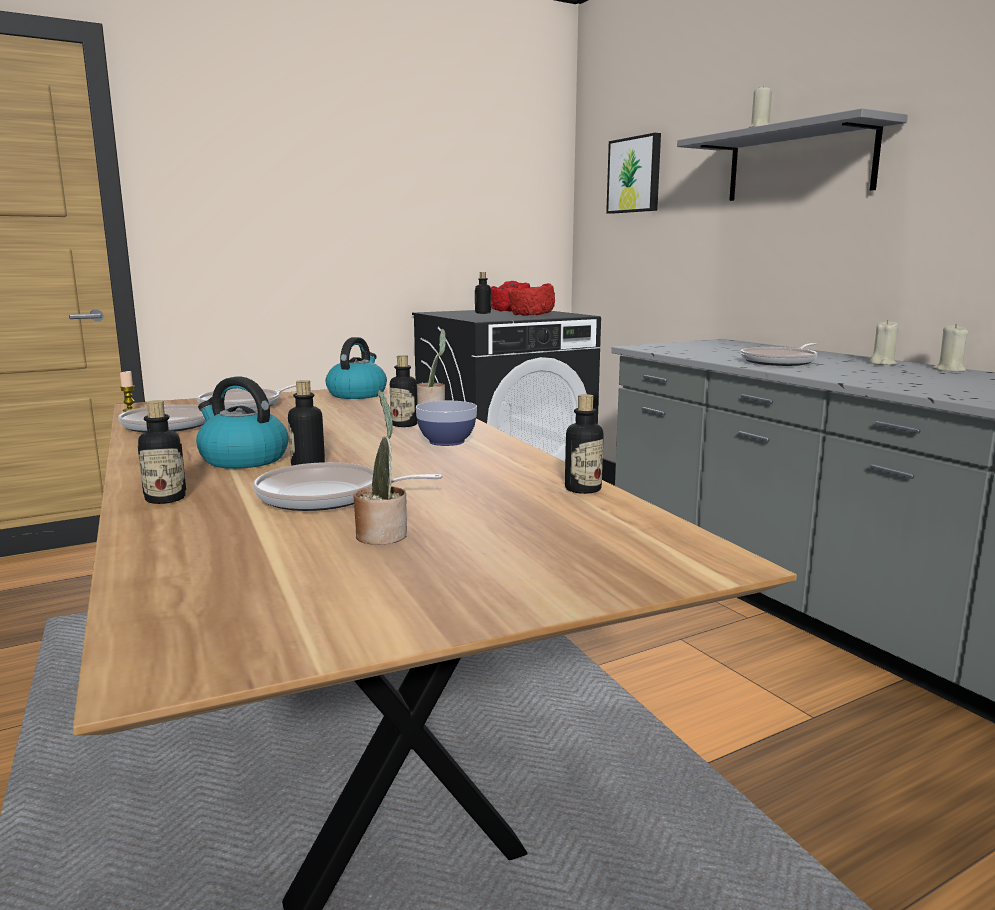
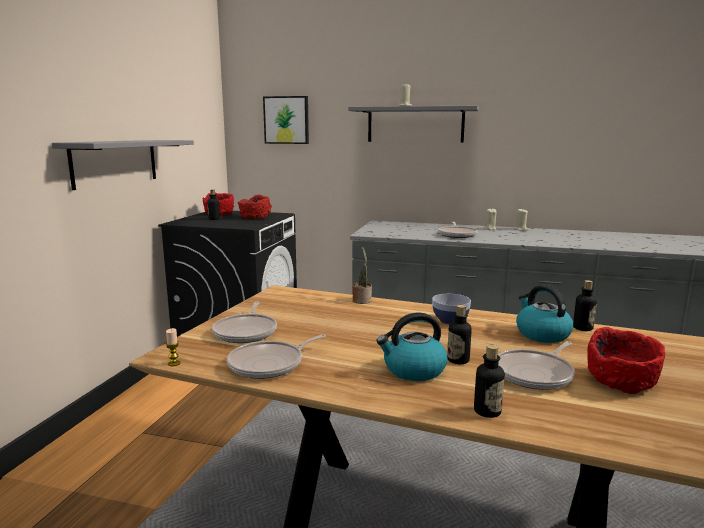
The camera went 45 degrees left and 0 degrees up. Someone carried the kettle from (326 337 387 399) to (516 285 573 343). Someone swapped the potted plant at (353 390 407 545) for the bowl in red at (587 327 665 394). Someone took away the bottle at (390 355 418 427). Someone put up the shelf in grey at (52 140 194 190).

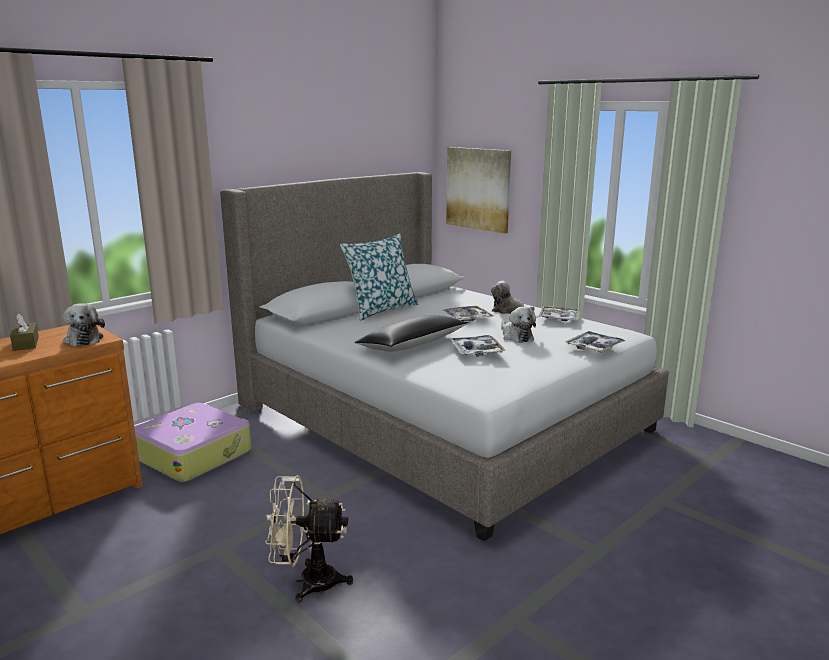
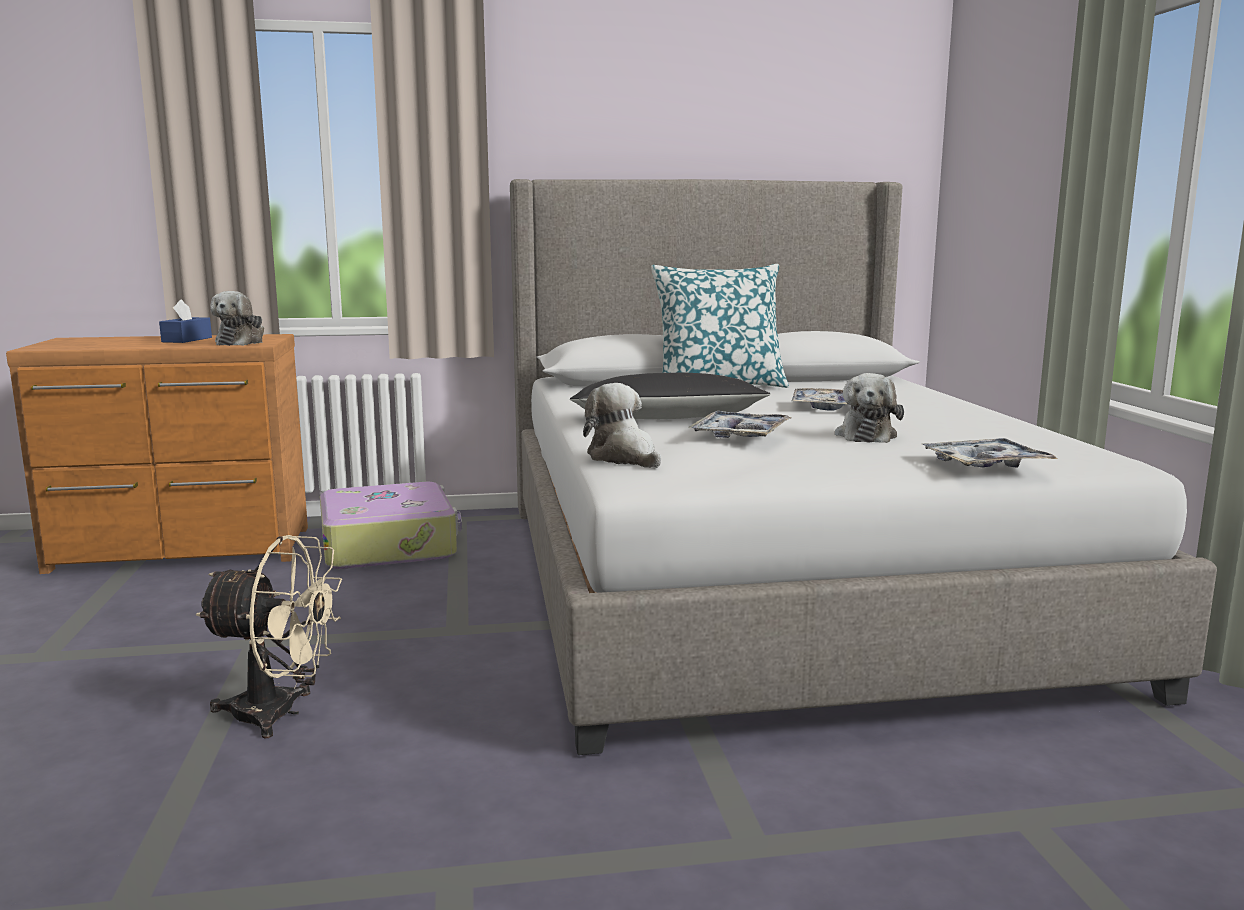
The camera went 35 degrees right and 5 degrees down. Someone repainted the tissue box in brown at (10 314 39 351), which became the tissue box in blue at (159 299 212 343). Someone rotated the fan in beige at (265 475 353 603) by 150 degrees clockwise. Someone took away the picture at (446 147 511 234). Someone carried the plush toy from (491 281 535 314) to (583 383 661 468). Someone took away the tray at (538 306 580 321).

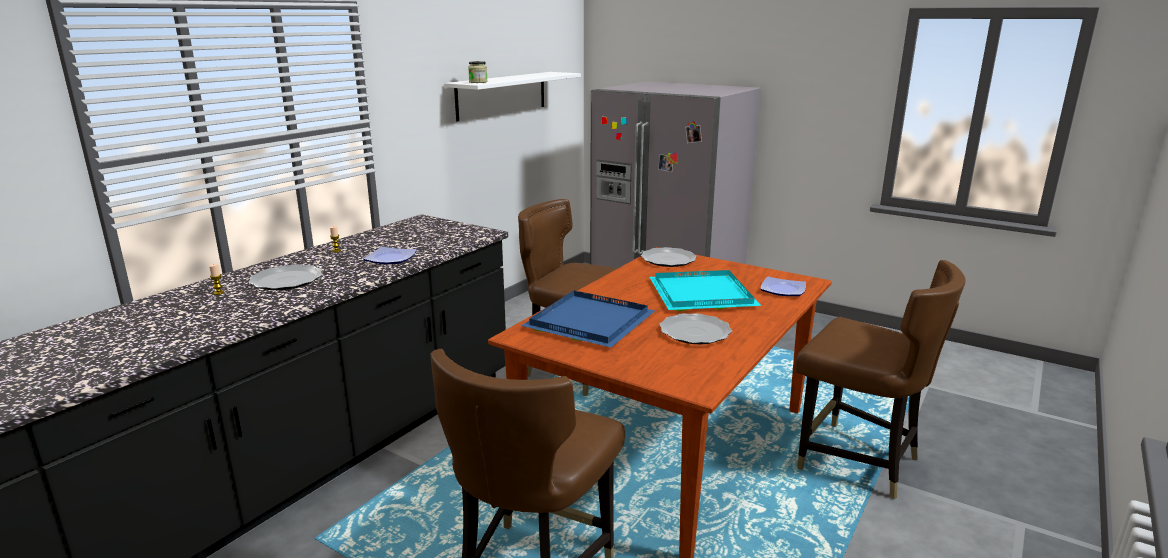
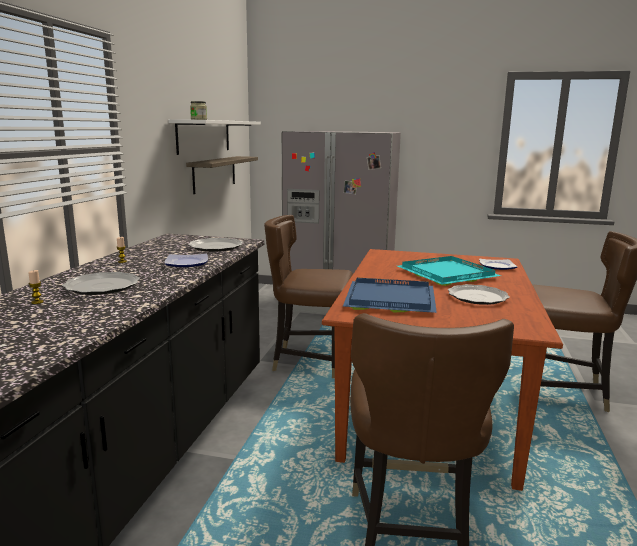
The camera went 20 degrees left and 5 degrees down. Someone carried the plate from (641 247 697 267) to (188 238 243 252). Someone put up the shelf at (186 156 258 194).

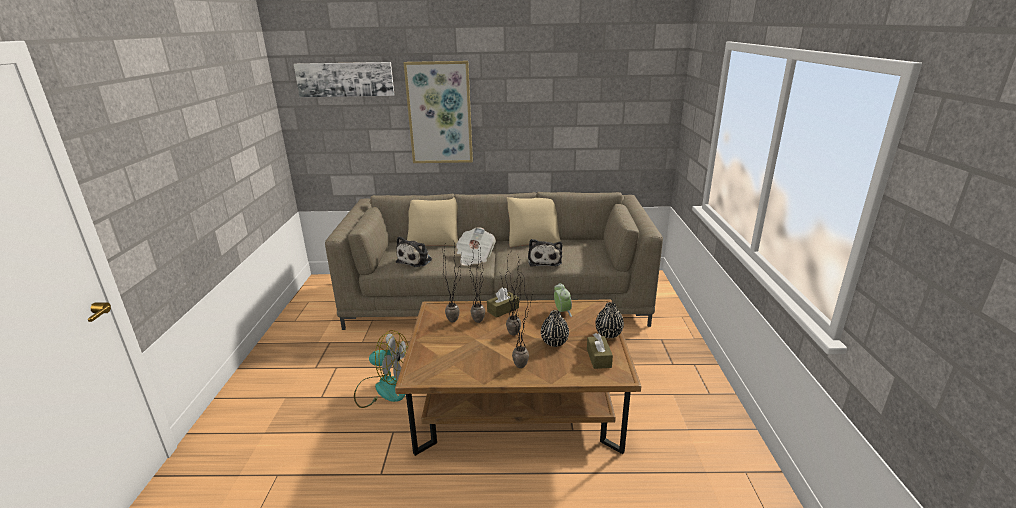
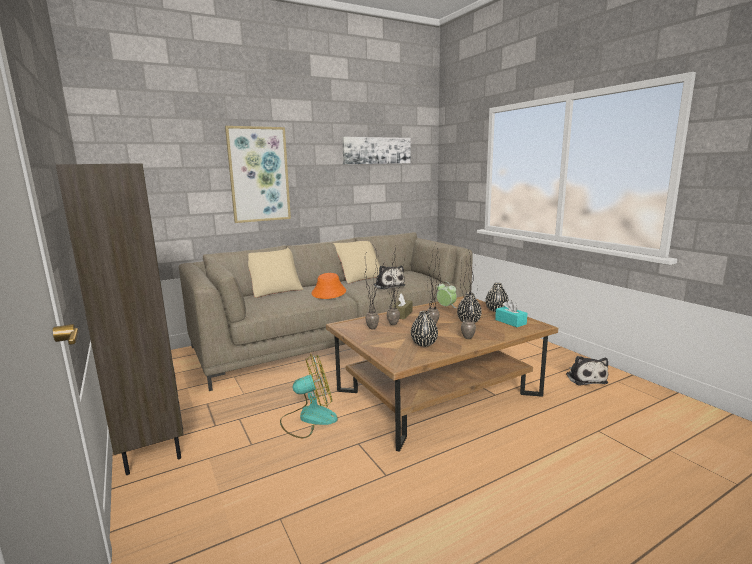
The camera went 30 degrees left and 10 degrees down. Someone carried the picture from (294 62 394 97) to (342 137 411 164). Someone carried the plush toy from (396 236 432 267) to (566 356 608 386). Someone swapped the newspaper at (456 227 496 266) for the hat in orange at (312 273 346 299). Someone repainted the tissue box in brown at (587 333 613 369), which became the tissue box in turquoise at (495 300 527 327). Someone put down the bookcase in brown at (56 163 183 475). Someone put down the vase in black at (411 311 438 347).

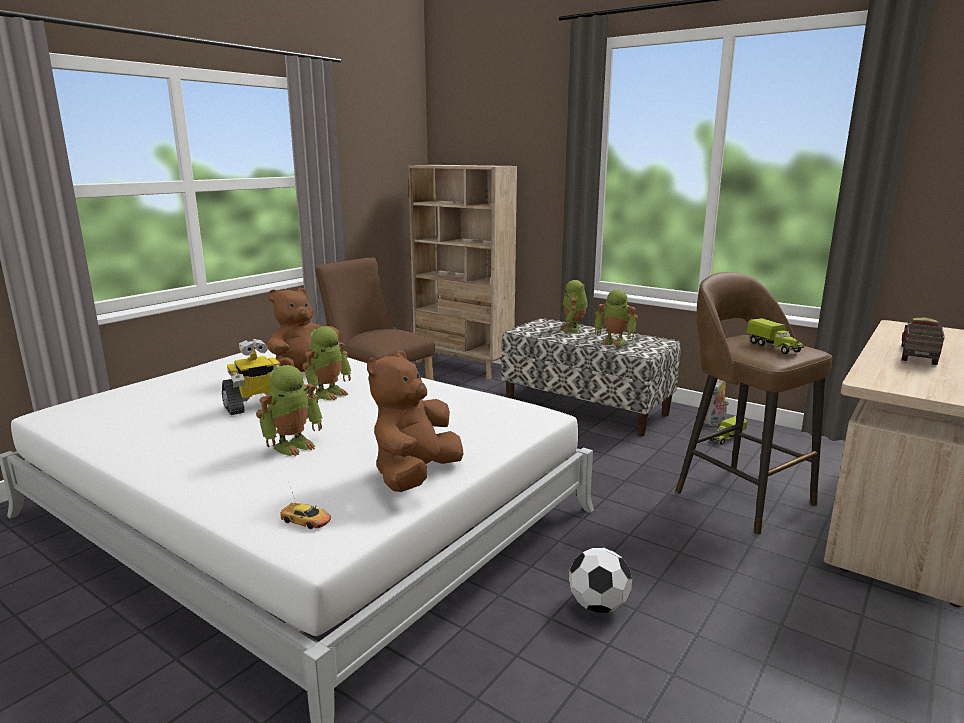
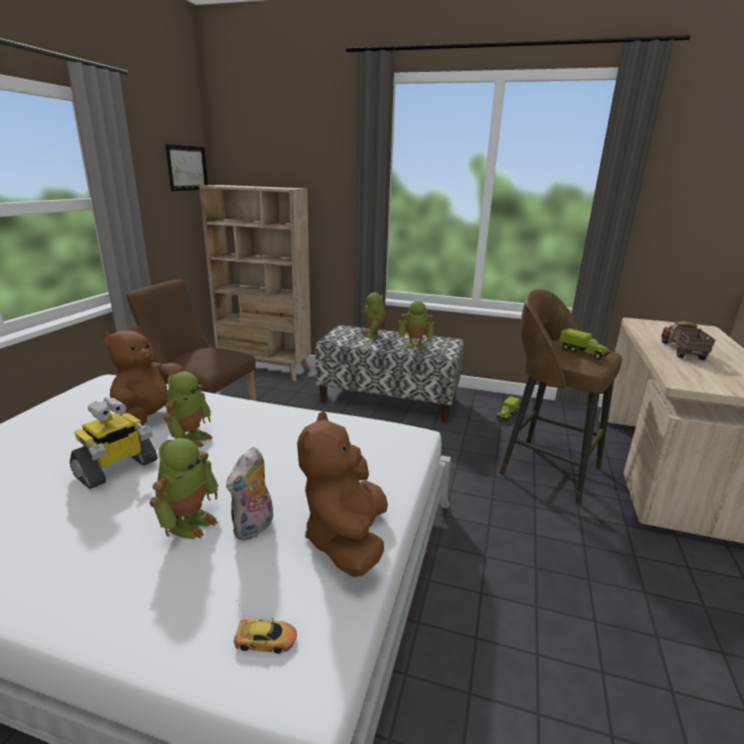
The camera went 20 degrees left and 5 degrees up. Someone took away the football at (569 548 632 613). Someone carried the plush toy from (704 379 729 426) to (226 447 273 541). Someone put up the picture at (165 144 208 191).

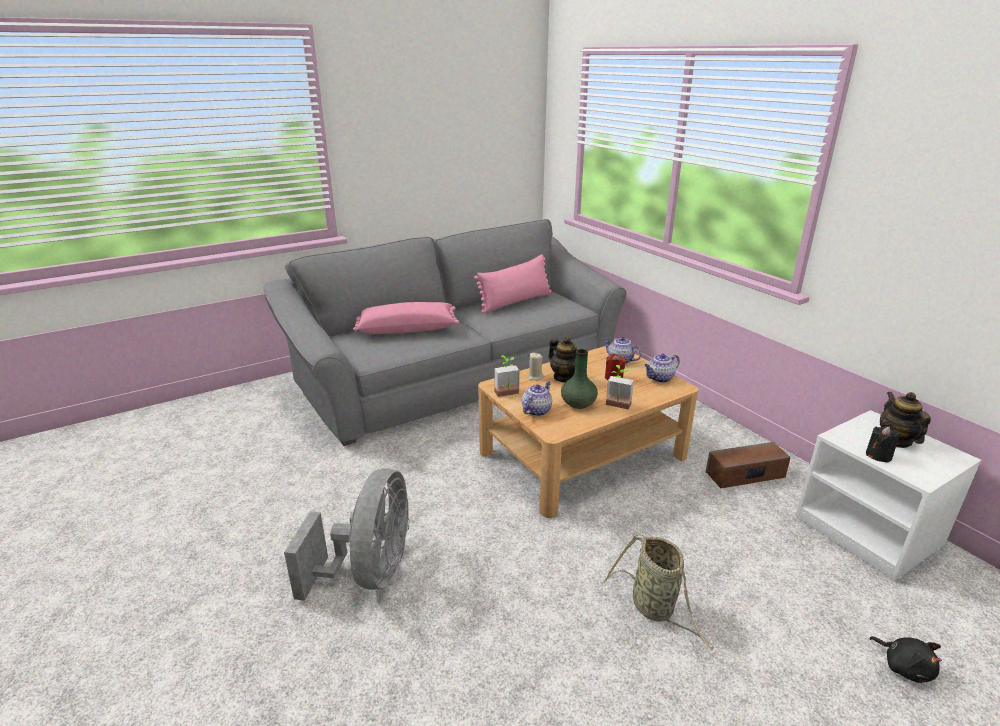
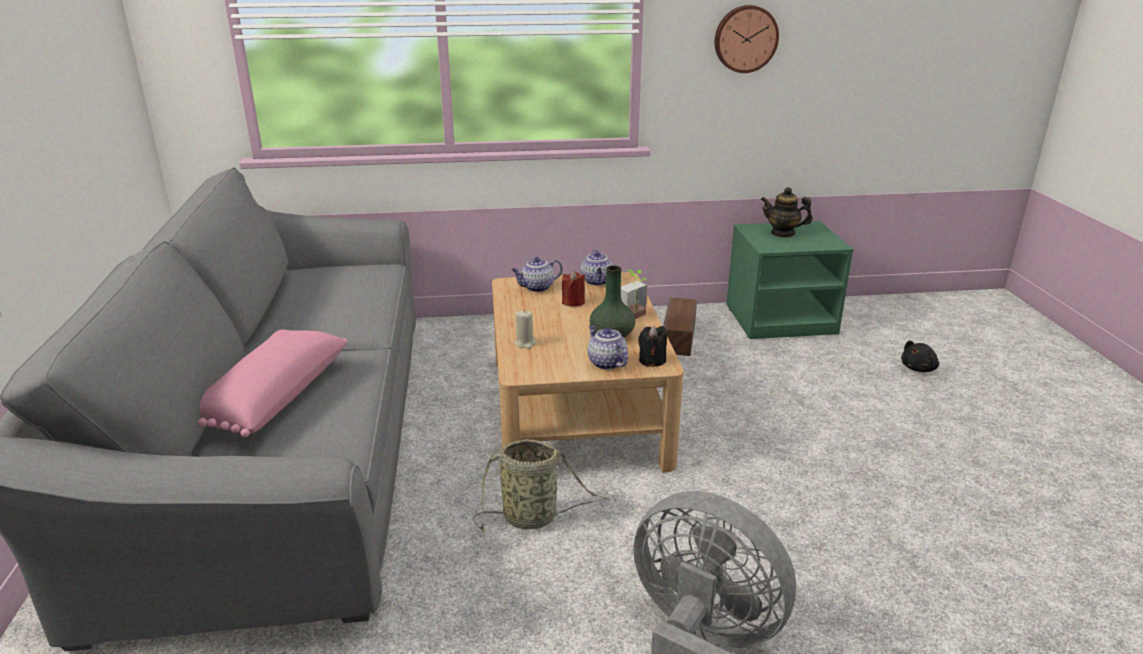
The camera went 65 degrees left and 0 degrees up. Someone took away the pillow in pink at (474 254 551 314). Someone took away the potted plant at (494 356 519 397). Someone took away the teapot at (549 337 577 382). Someone carried the basket from (604 535 714 650) to (473 439 610 532). Someone repainted the nightstand in white at (795 410 982 581), which became the nightstand in green at (726 221 854 339). Someone carried the candle in black from (866 426 901 463) to (638 326 667 367). Someone rotated the plush toy in black at (869 636 942 683) by 150 degrees clockwise. Someone put up the wall clock at (715 5 779 73).

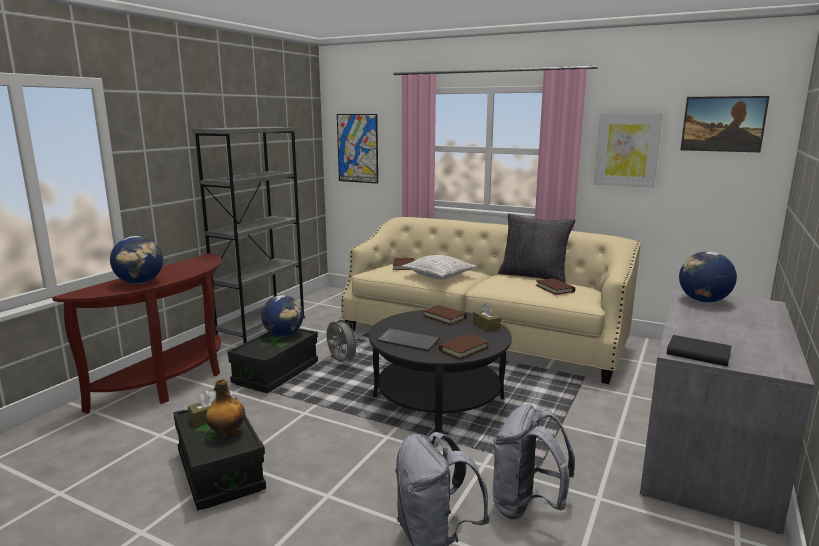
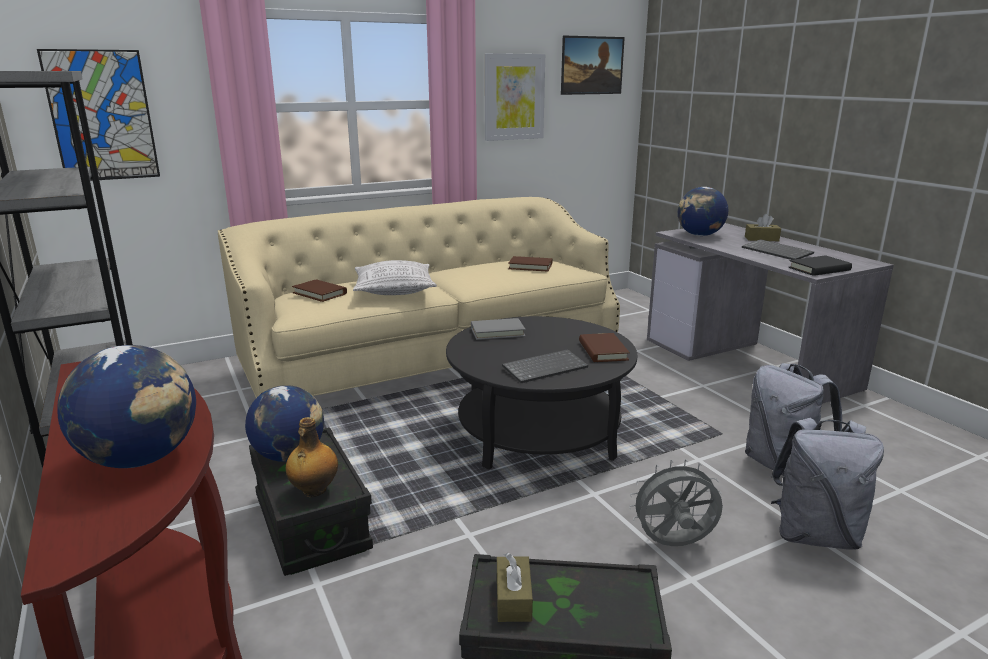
The camera went 55 degrees left and 5 degrees up. Someone carried the bottle from (206 379 245 438) to (286 417 338 497). Someone carried the fan in grey from (326 317 360 363) to (629 459 723 546). Someone repainted the book in brown at (423 305 467 325), which became the book in grey at (471 318 526 340). Someone carried the tissue box in brown from (473 303 501 331) to (745 214 781 241). Someone took away the pillow in black at (498 214 576 283). Someone put down the keyboard at (742 239 814 260).

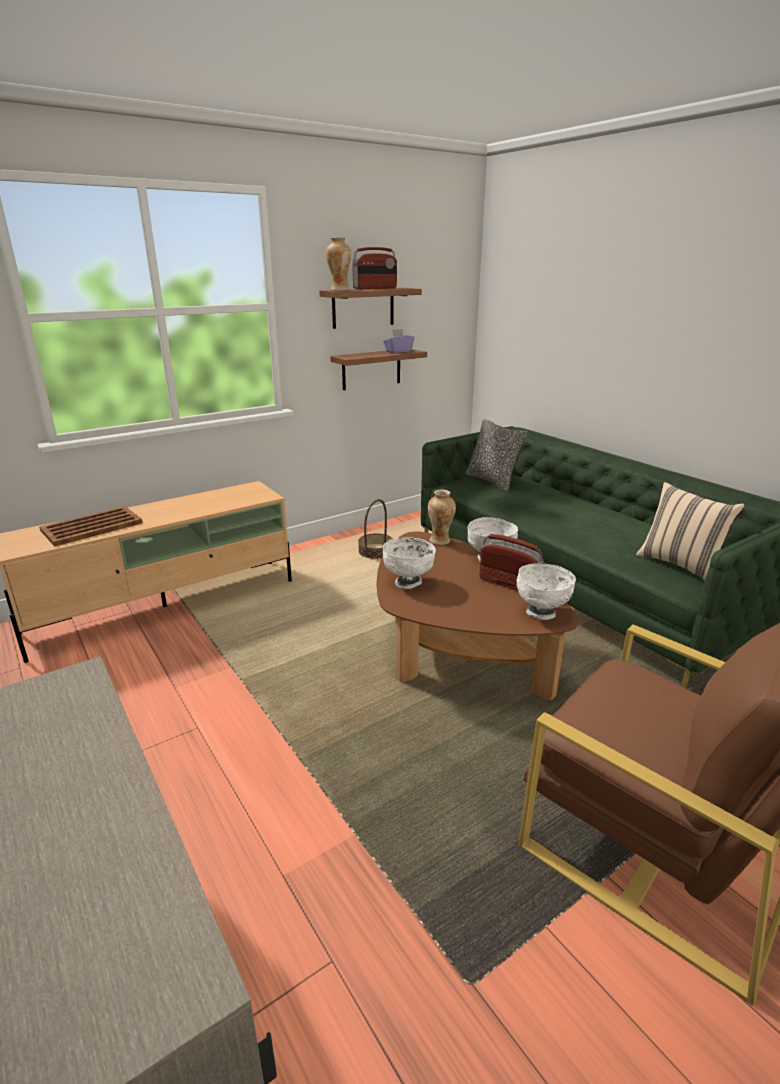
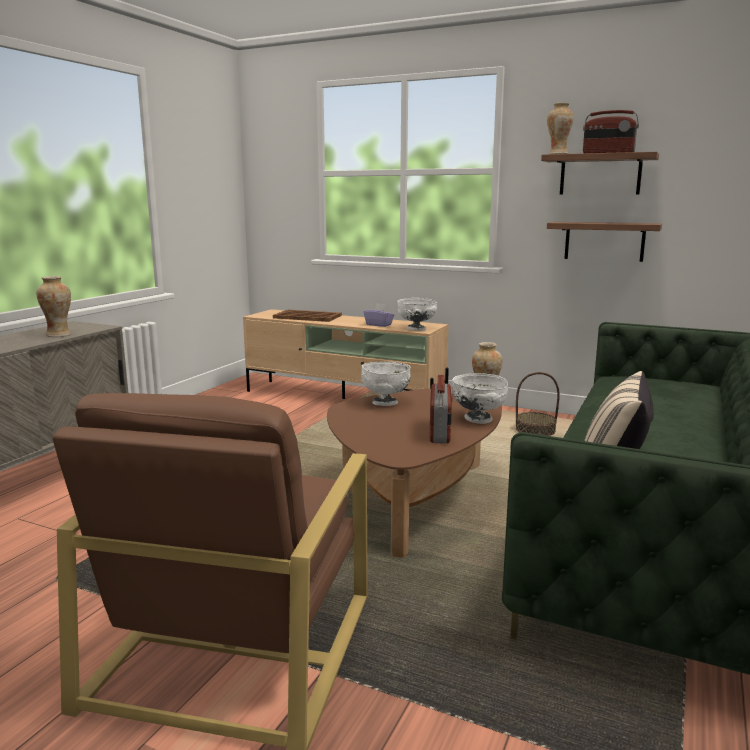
The camera went 60 degrees right and 10 degrees down. Someone carried the tissue box in purple from (383 329 414 353) to (364 303 394 327). Someone took away the pillow at (465 419 527 492). Someone carried the bowl in white from (517 563 576 620) to (397 298 437 331). Someone put down the vase at (36 276 71 337).

